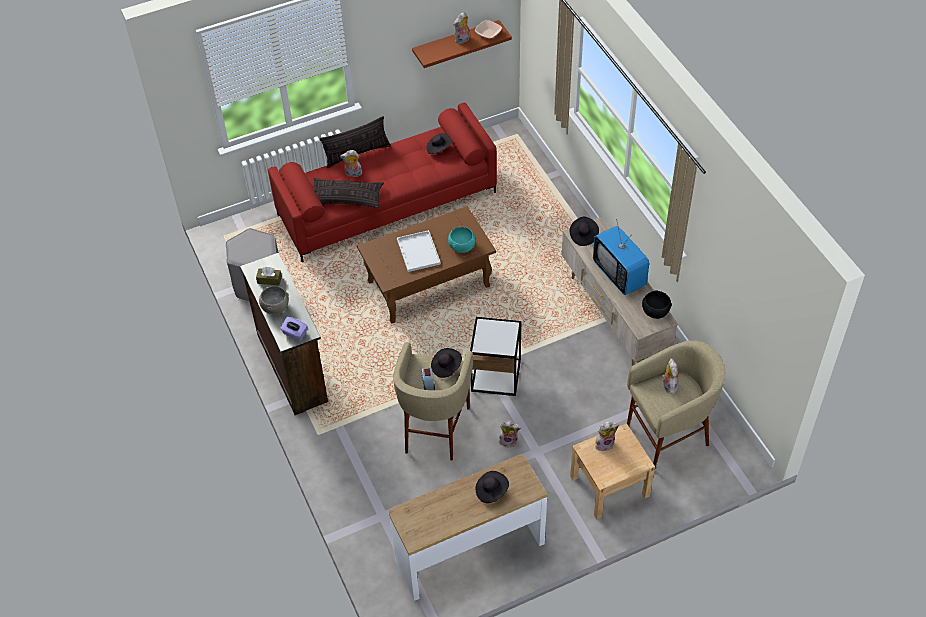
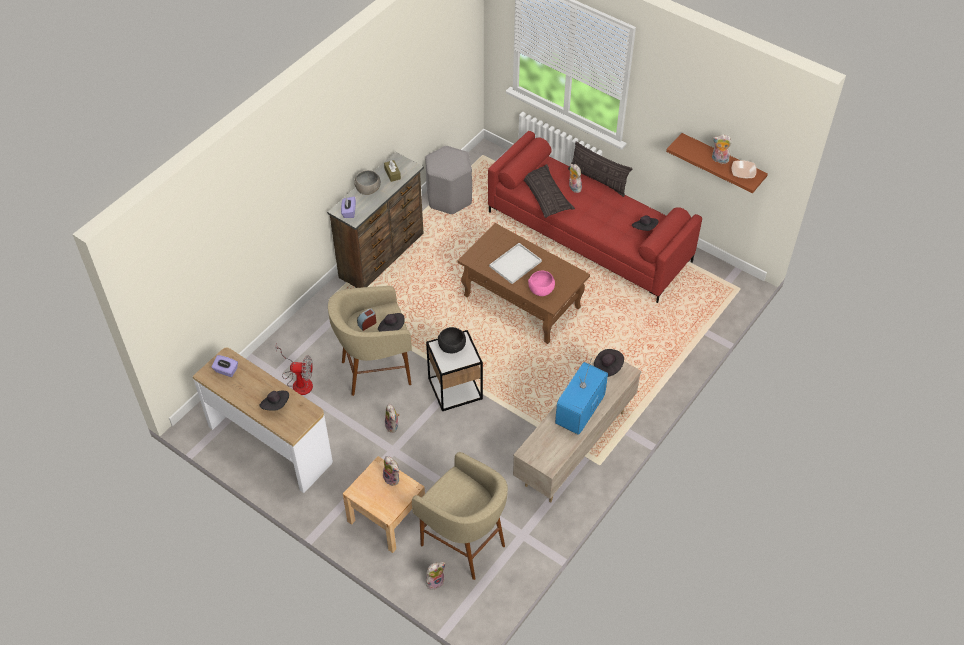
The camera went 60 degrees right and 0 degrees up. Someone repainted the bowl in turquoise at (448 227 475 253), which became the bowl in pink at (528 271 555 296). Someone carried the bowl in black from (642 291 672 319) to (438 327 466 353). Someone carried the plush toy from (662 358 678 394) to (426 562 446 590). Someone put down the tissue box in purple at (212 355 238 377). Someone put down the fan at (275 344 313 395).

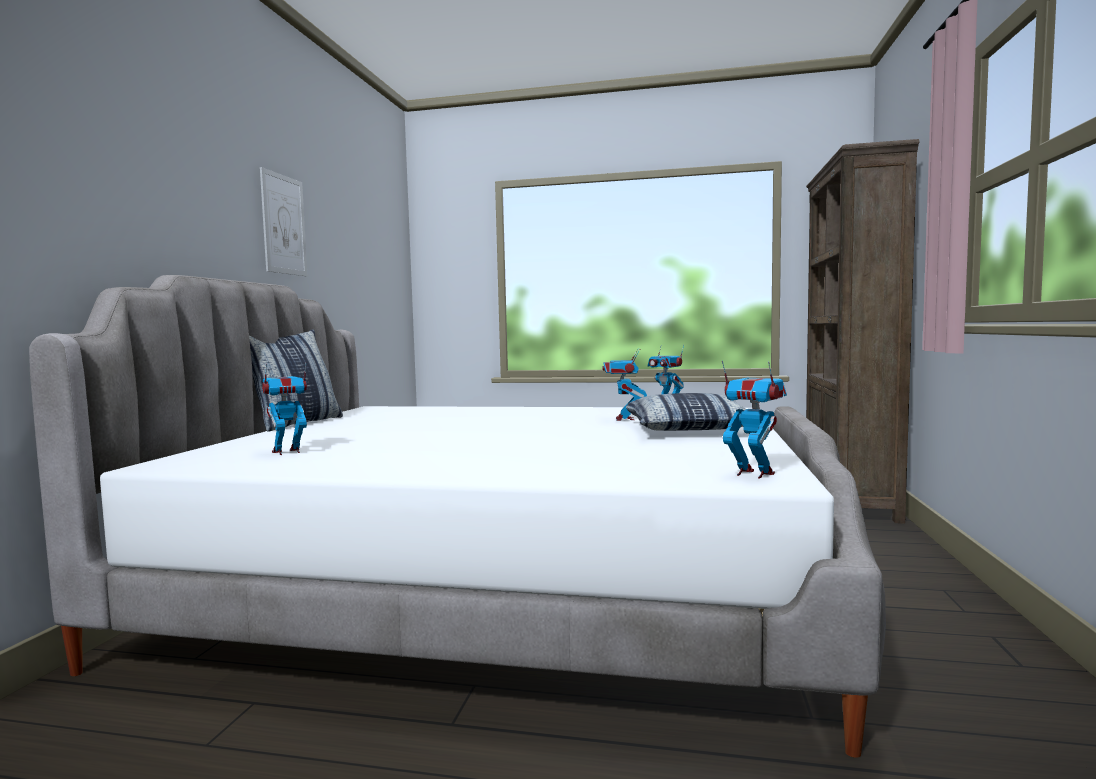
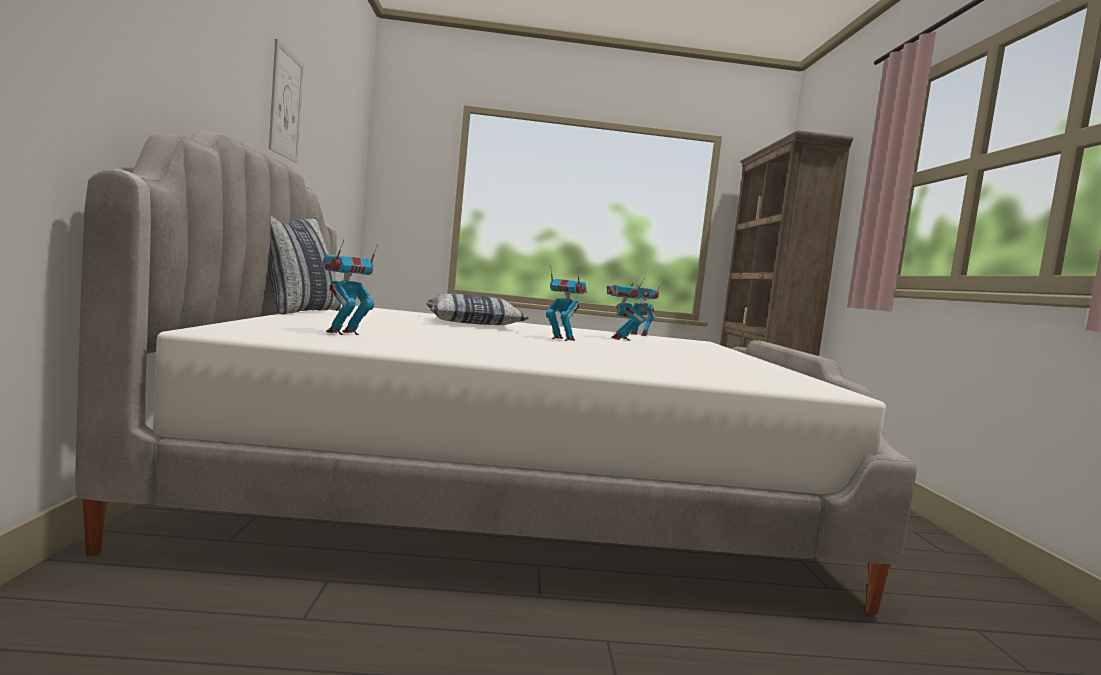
The camera went 15 degrees left and 0 degrees up. Someone carried the pillow from (626 393 746 431) to (426 294 528 325). Someone carried the toy robot from (722 361 787 479) to (546 266 587 341).

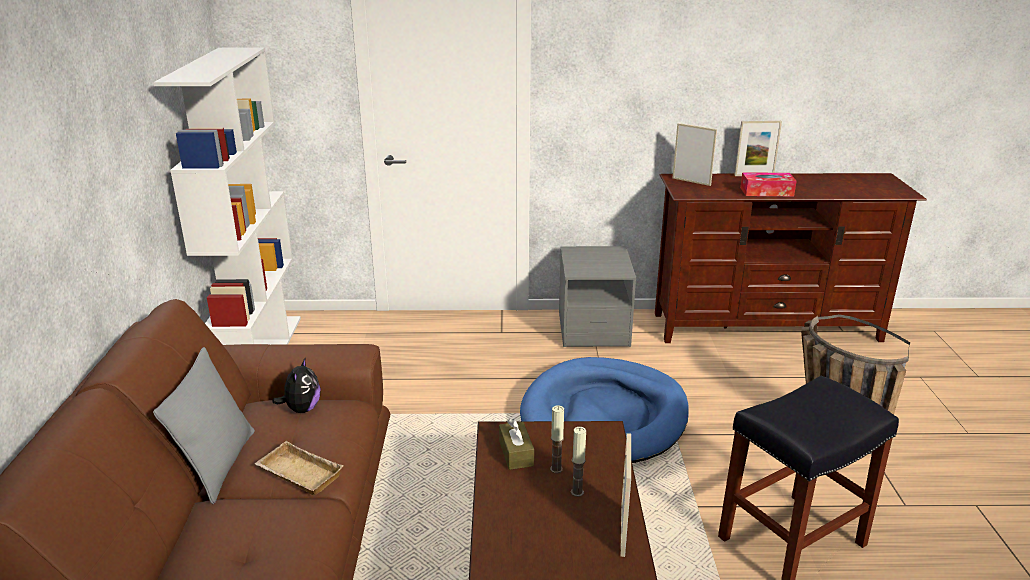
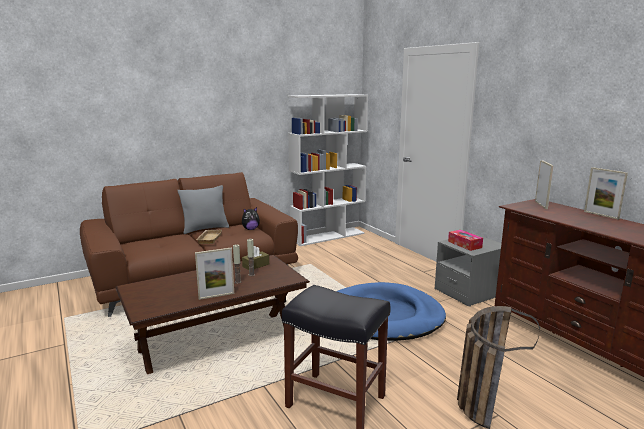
The camera went 60 degrees right and 10 degrees down. Someone carried the tissue box from (740 172 797 196) to (448 230 483 251).

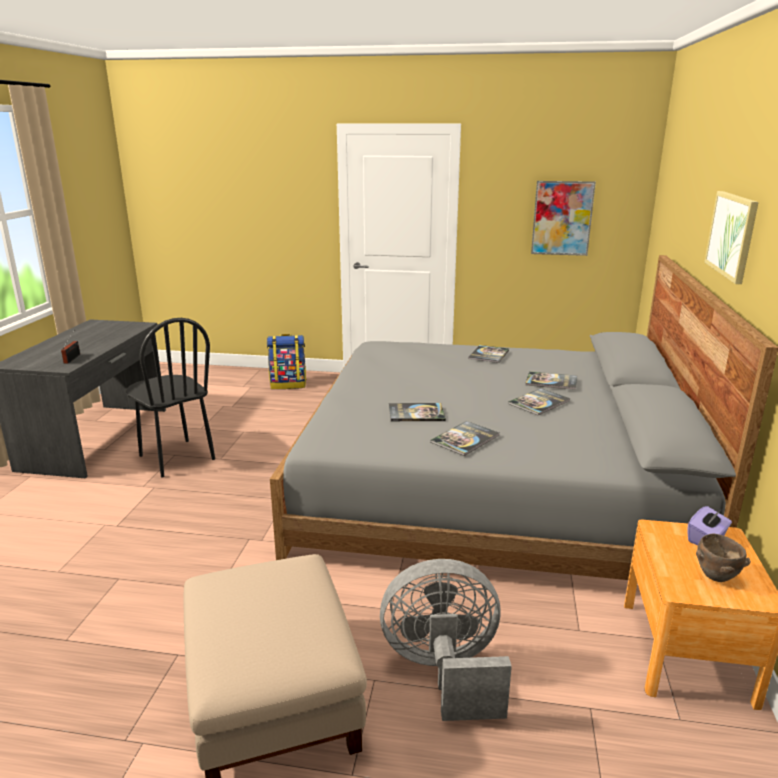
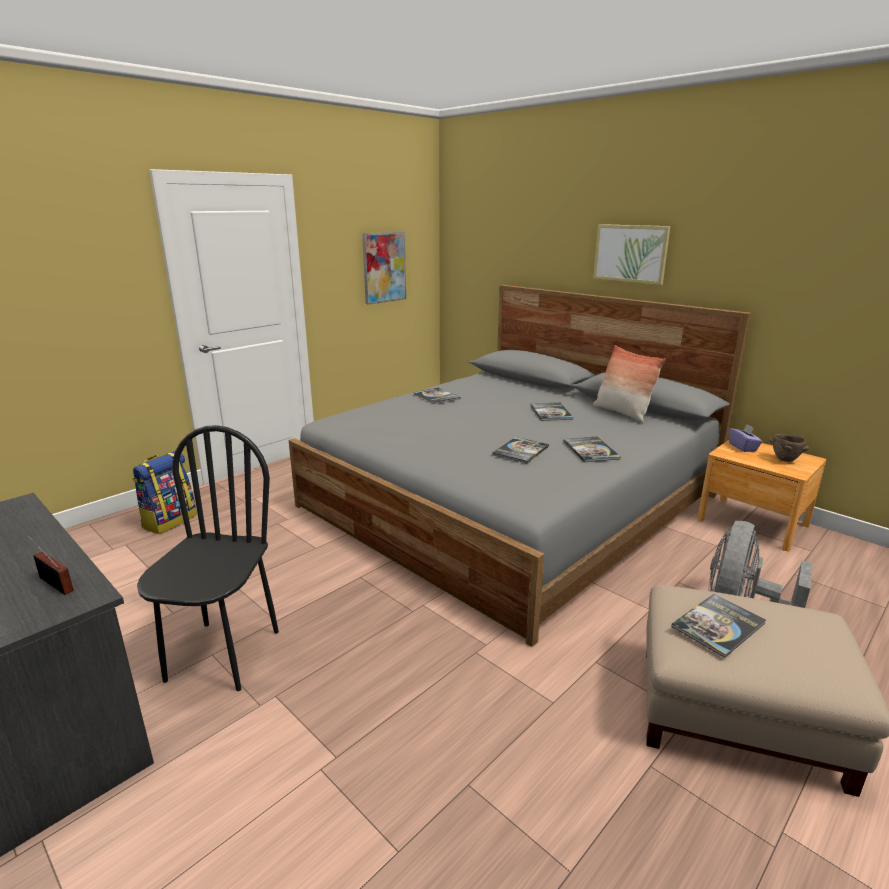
The camera went 55 degrees left and 0 degrees up. Someone rotated the chair in black at (126 318 215 477) by 75 degrees counterclockwise. Someone carried the book from (525 371 577 390) to (671 594 766 658). Someone put down the pillow at (593 345 666 423).

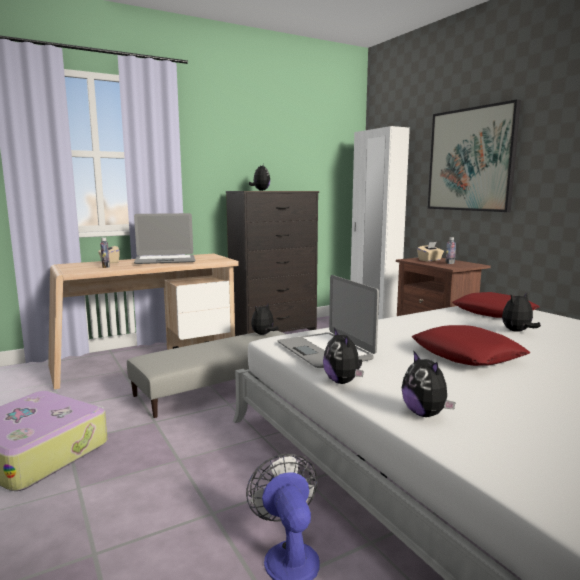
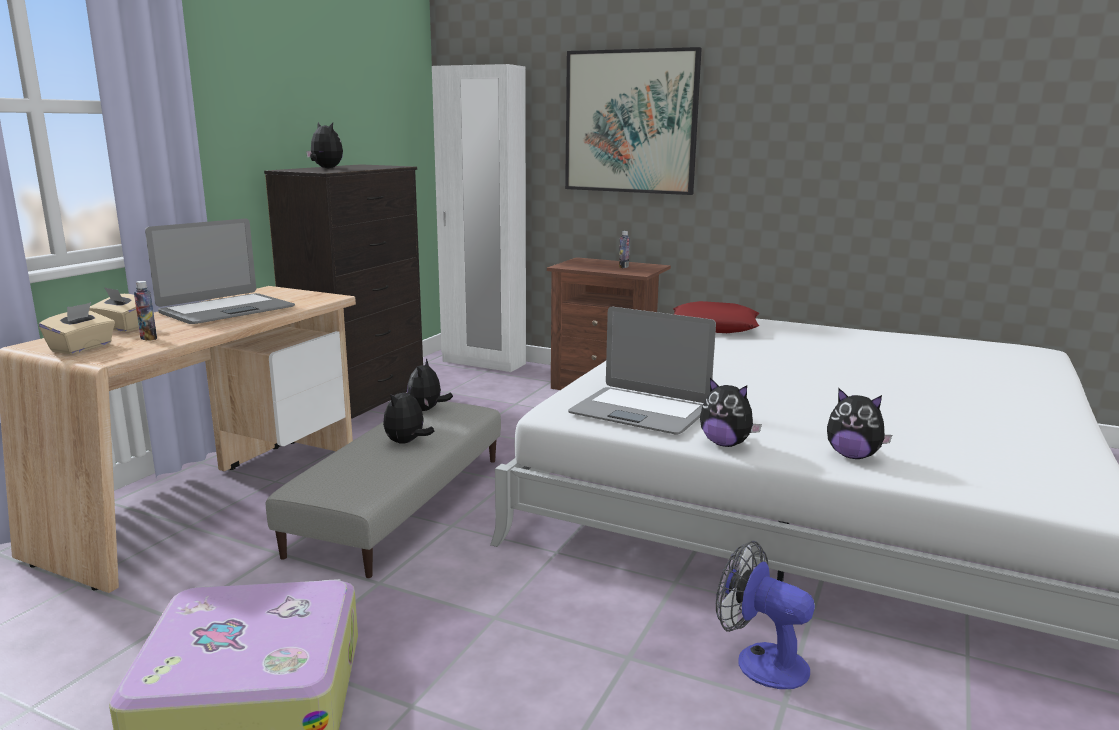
The camera went 35 degrees left and 5 degrees up. Someone took away the pillow in red at (412 325 531 366). Someone carried the tissue box in beige from (417 242 444 262) to (39 302 115 354). Someone carried the plush toy from (502 292 541 332) to (383 385 434 444).

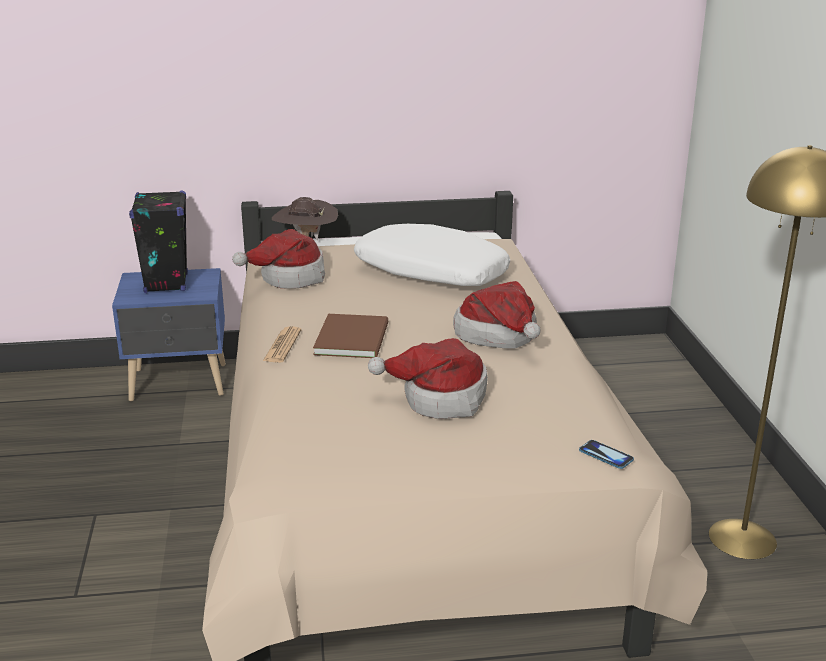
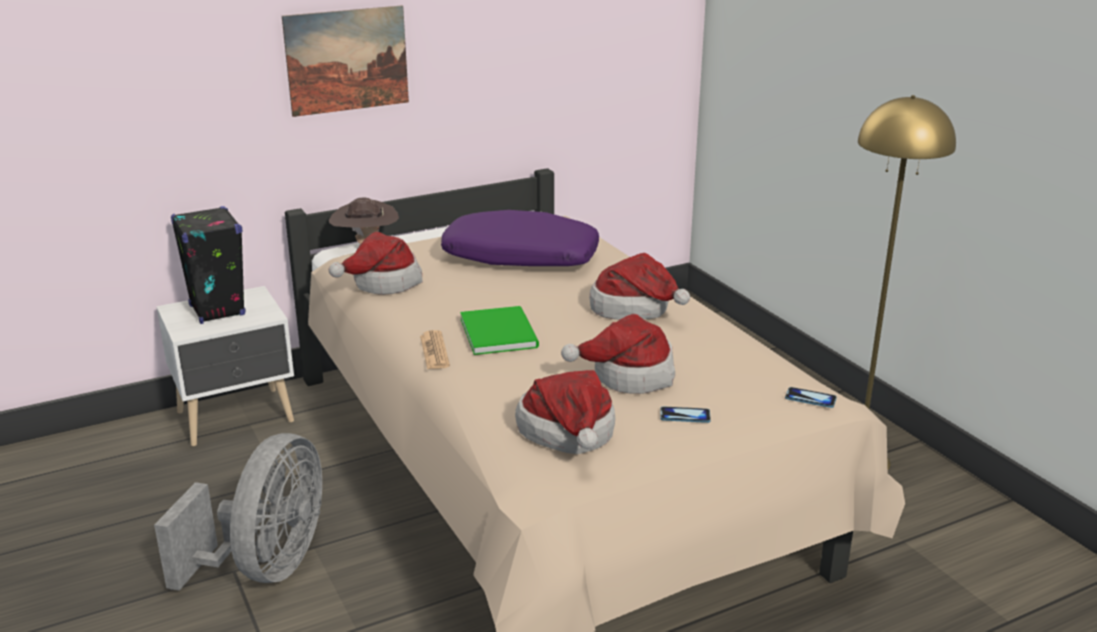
The camera went 20 degrees left and 0 degrees up. Someone repainted the nightstand in blue at (112 268 226 401), which became the nightstand in white at (156 286 294 446). Someone repainted the book in brown at (313 314 388 358), which became the book in green at (460 306 539 355). Someone repainted the pillow in white at (354 224 510 286), which became the pillow in purple at (441 210 599 266). Someone put down the fan in grey at (154 433 322 591). Someone put up the picture at (282 5 409 117). Someone put down the hat at (515 370 615 454). Someone put down the phone at (660 406 711 423).

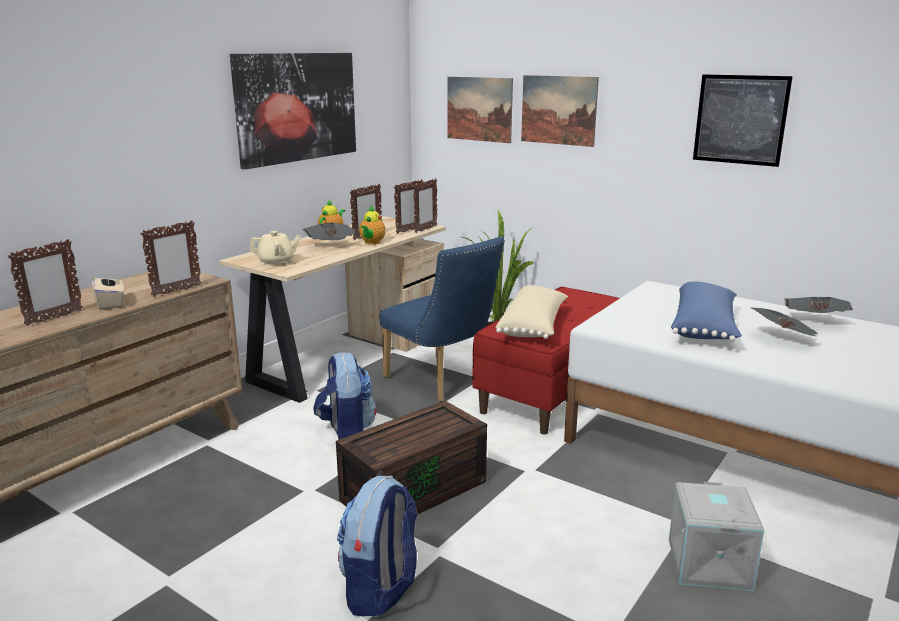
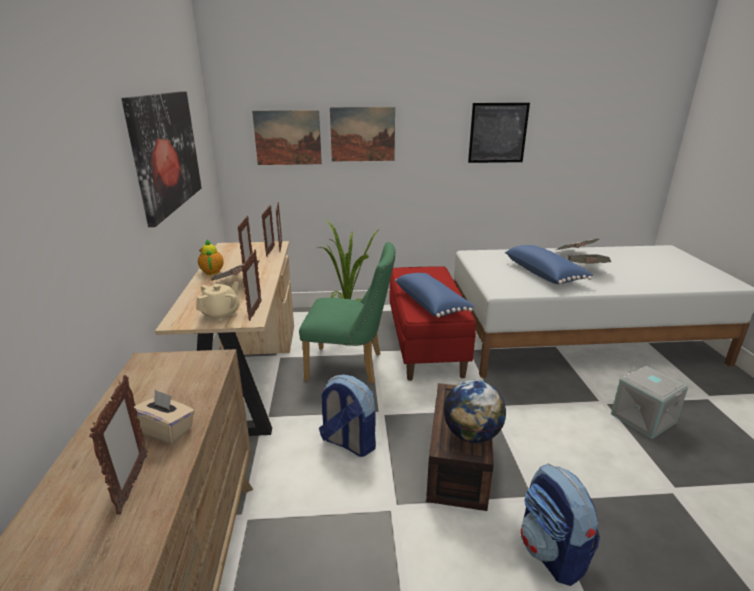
The camera went 40 degrees left and 5 degrees up. Someone carried the picture frame from (141 220 202 297) to (242 250 262 321). Someone took away the teapot at (359 206 386 244). Someone repainted the chair in blue at (379 237 505 402), which became the chair in green at (299 242 395 384). Someone repainted the pillow in beige at (495 285 568 339), which became the pillow in blue at (395 273 474 317). Someone put down the globe at (443 380 506 443).

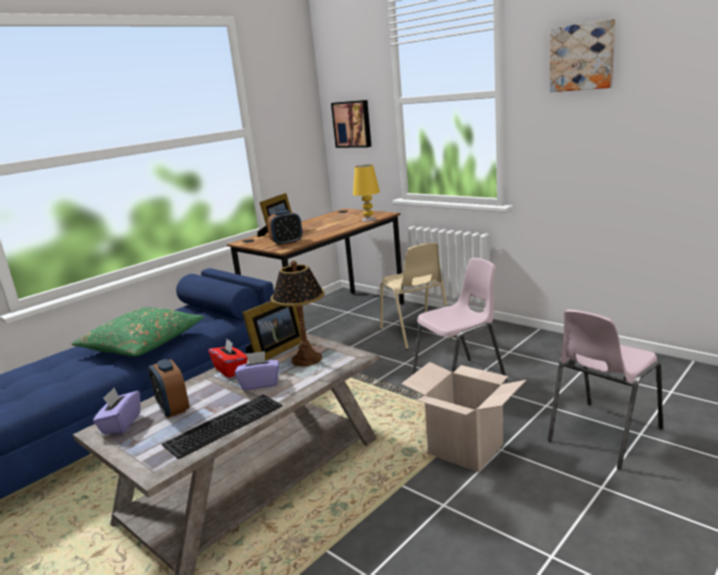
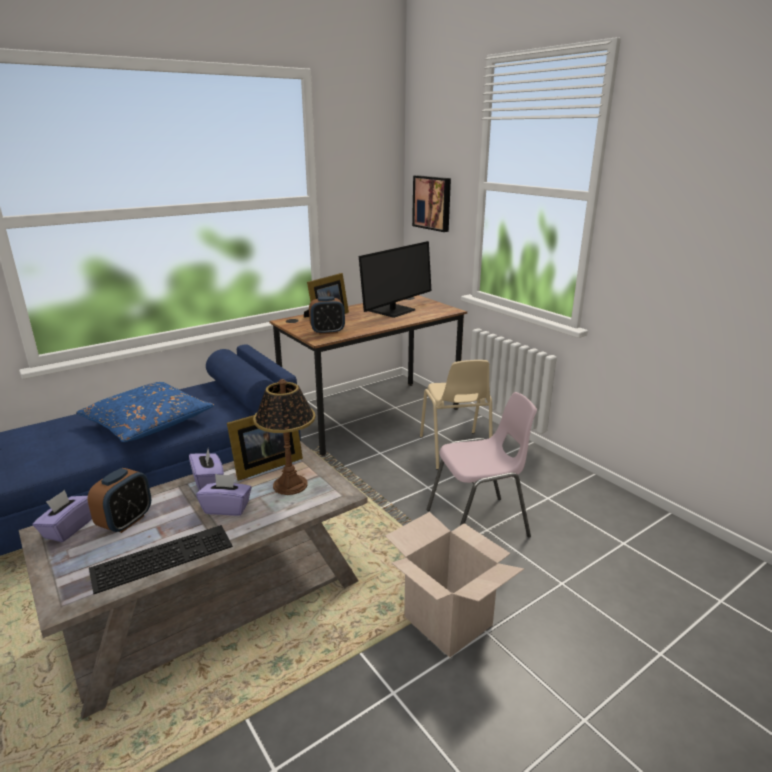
The camera went 10 degrees right and 5 degrees up. Someone repainted the pillow in green at (71 307 204 356), which became the pillow in blue at (76 382 214 442). Someone rotated the alarm clock at (148 359 189 418) by 135 degrees counterclockwise. Someone repainted the tissue box in red at (209 339 248 378), which became the tissue box in purple at (189 449 224 491). Someone took away the table lamp in yellow at (353 164 380 222). Someone took away the chair in pink at (548 310 663 469). Someone took away the picture at (550 19 615 92). Someone put down the monitor at (359 241 431 318).

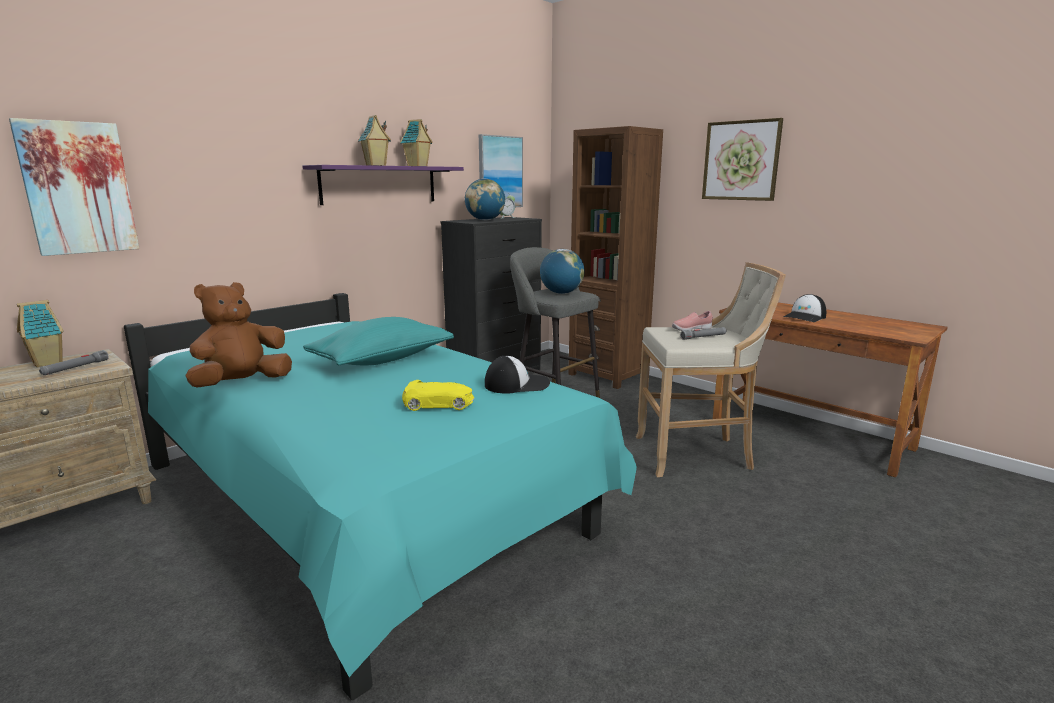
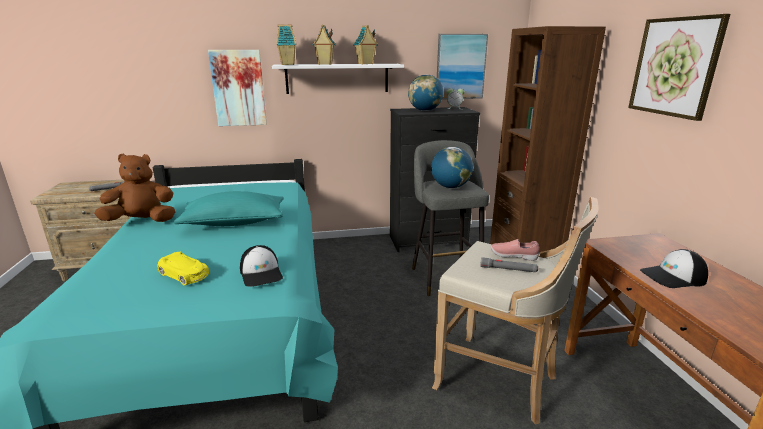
The camera went 35 degrees right and 5 degrees up. Someone carried the picture from (9 118 140 256) to (208 50 267 126). Someone carried the toy house from (17 300 64 367) to (276 24 296 65). Someone repainted the shelf in purple at (302 165 464 205), which became the shelf in white at (272 64 404 94). Someone rotated the cap at (485 356 550 393) by 45 degrees clockwise.

